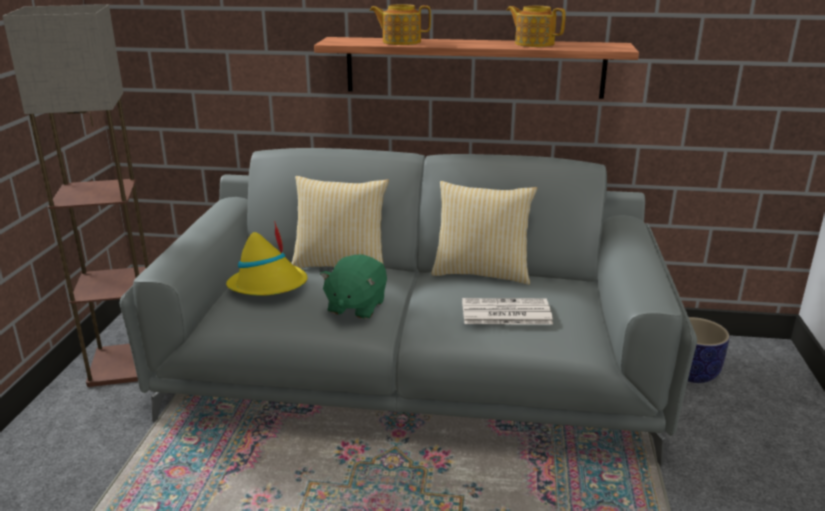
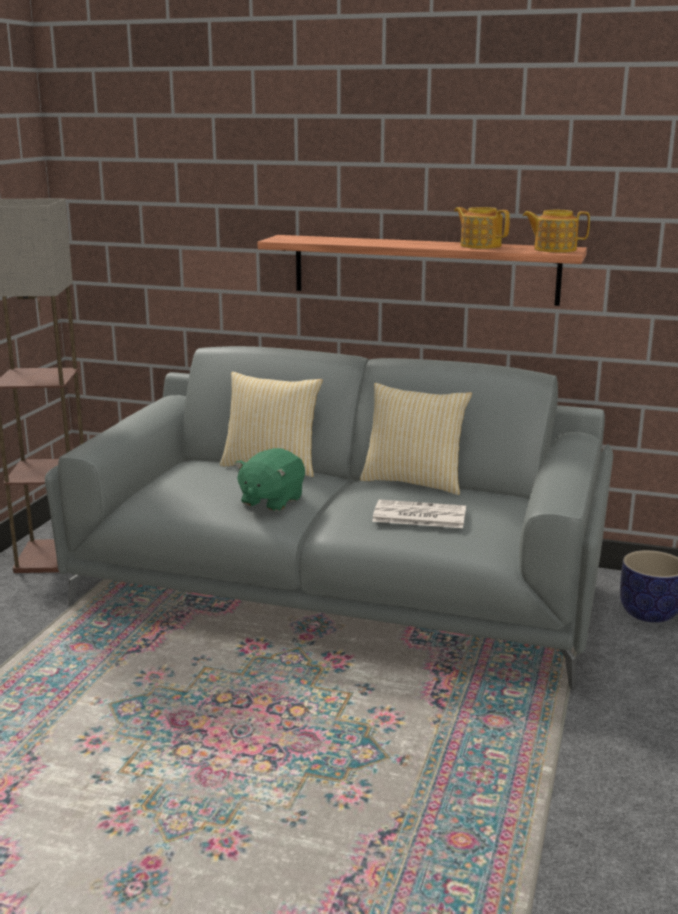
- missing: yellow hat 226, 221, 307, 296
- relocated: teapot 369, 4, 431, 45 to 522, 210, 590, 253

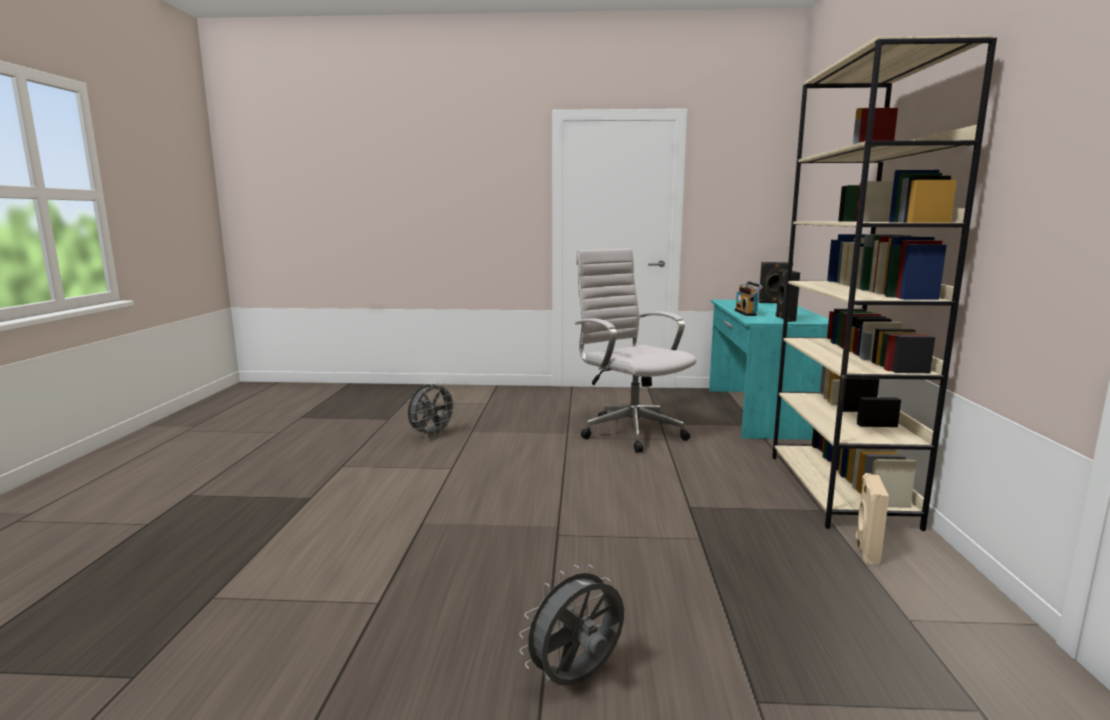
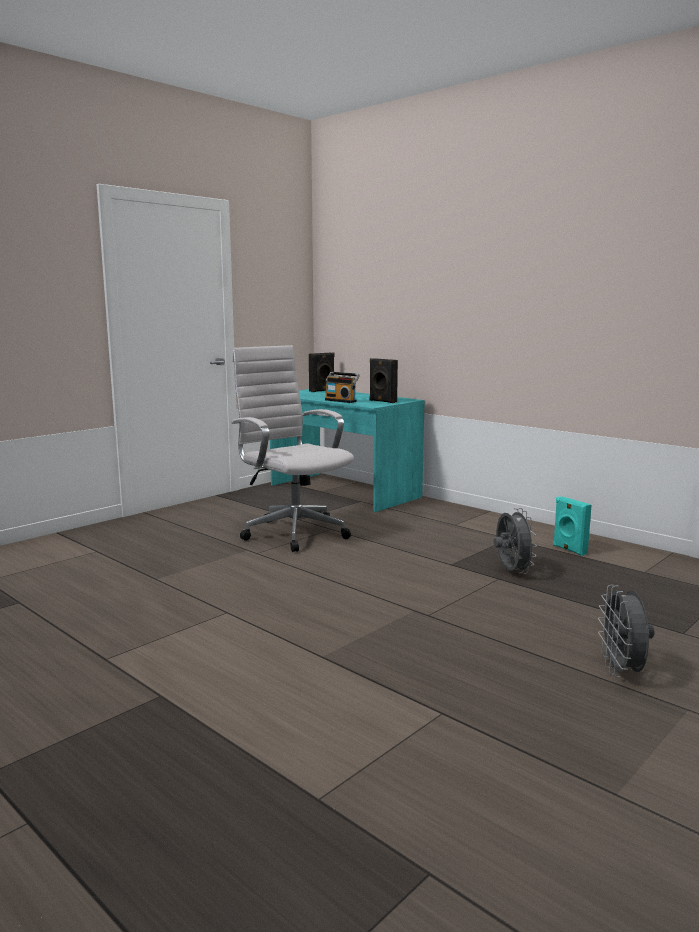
- relocated: grey fan 408, 382, 457, 438 to 494, 508, 537, 574
- spun: white office chair 575, 249, 697, 453 = 232, 345, 354, 552 45 degrees clockwise
- missing: beige bookcase 772, 35, 997, 531
- colour: beige speaker 856, 473, 889, 564 to turquoise speaker 553, 496, 591, 556

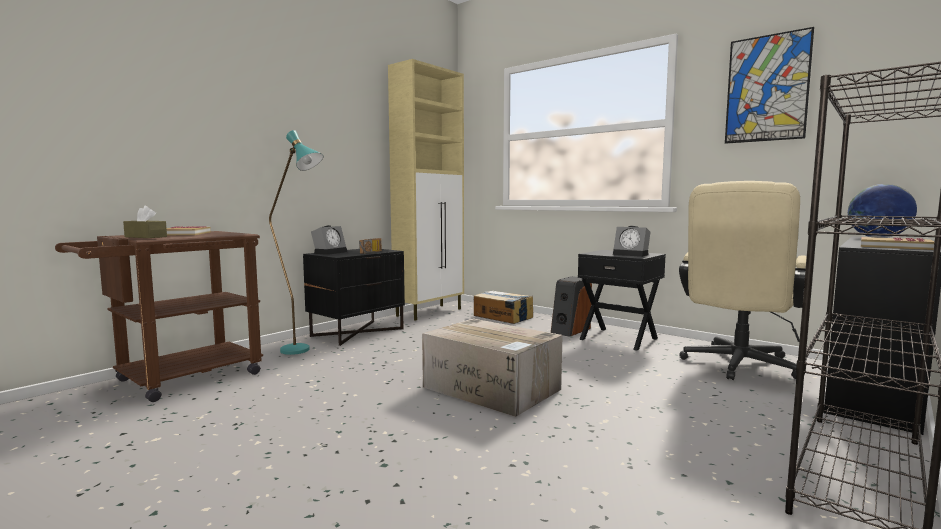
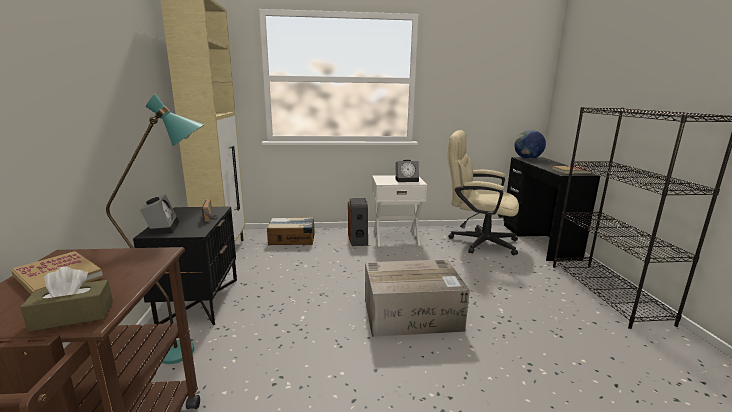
- colour: black nightstand 578, 250, 666, 351 to white nightstand 372, 175, 427, 247
- spun: beige office chair 679, 181, 807, 380 = 448, 130, 519, 255 120 degrees clockwise
- missing: picture 725, 27, 814, 144

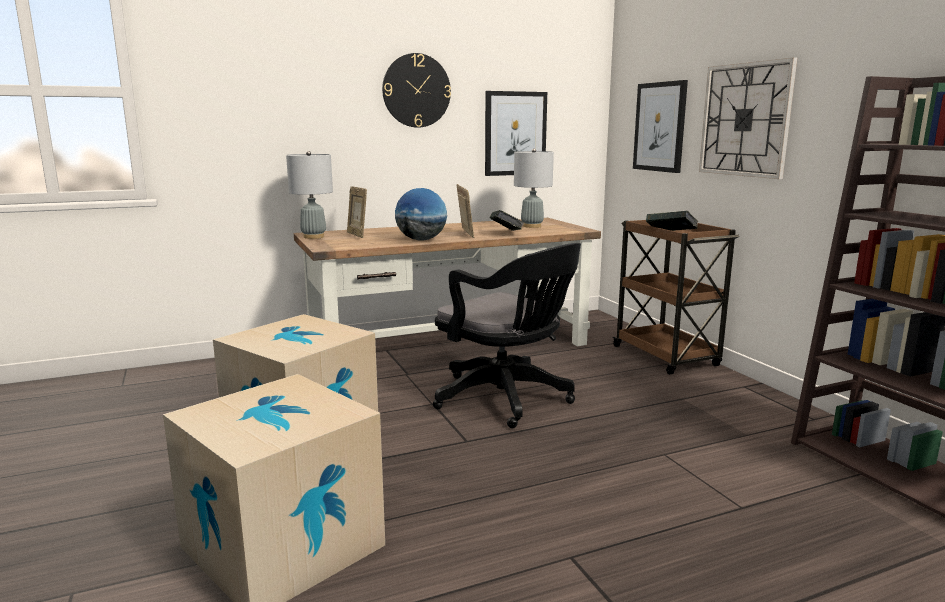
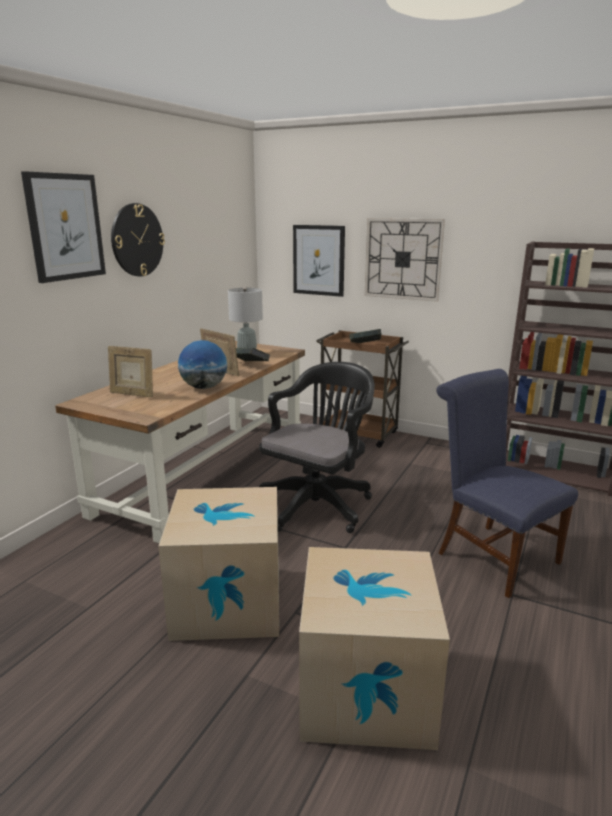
- missing: grey table lamp 286, 151, 333, 239
- spun: black office chair 433, 243, 581, 428 = 259, 362, 375, 533 60 degrees counterclockwise
- relocated: picture 485, 91, 547, 176 to 21, 171, 106, 283
- appeared: blue chair 436, 369, 578, 598

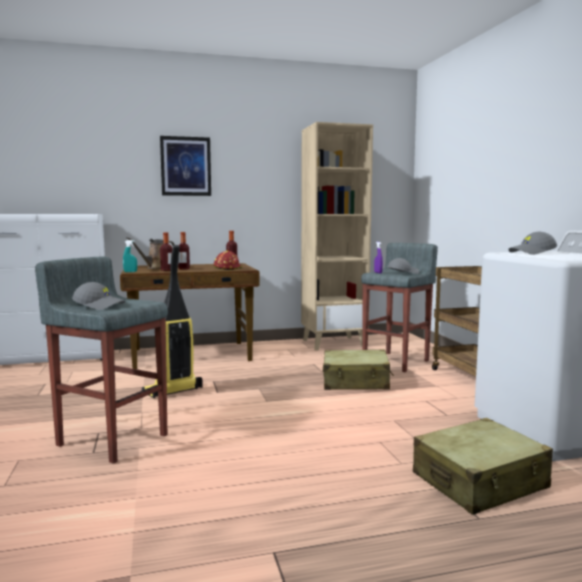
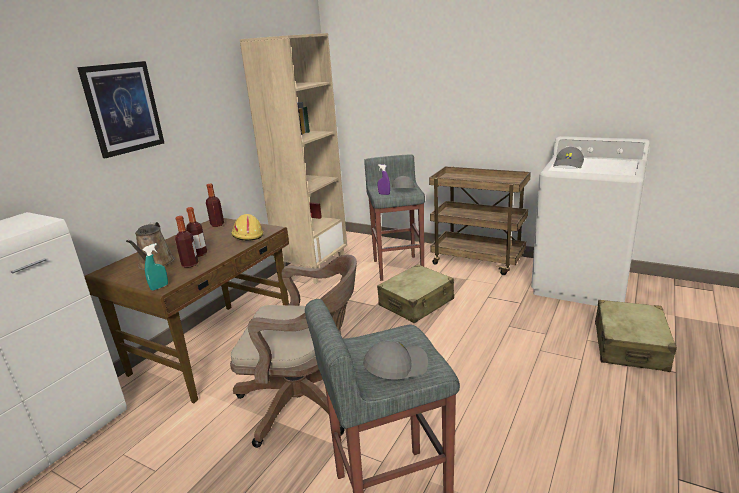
- exchanged: vacuum cleaner 142, 245, 203, 398 to brown office chair 230, 255, 357, 448
- colour: red hard hat 214, 251, 242, 270 to yellow hard hat 232, 214, 263, 241

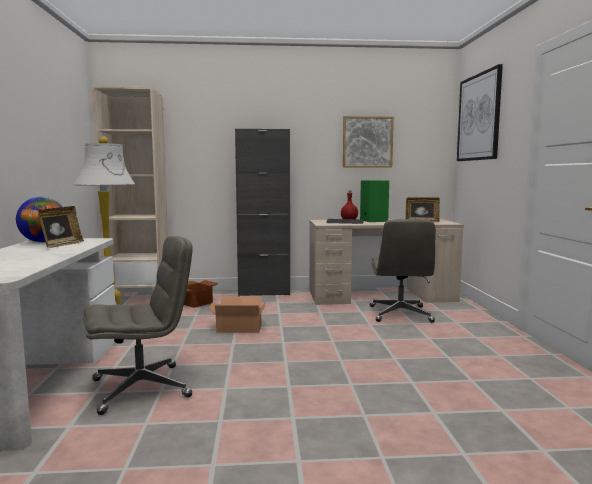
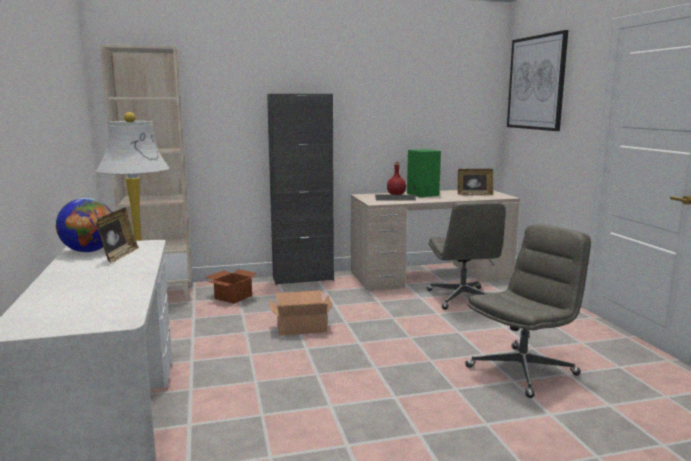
- relocated: grey office chair 83, 236, 193, 415 to 465, 224, 591, 398
- missing: picture 343, 116, 394, 168

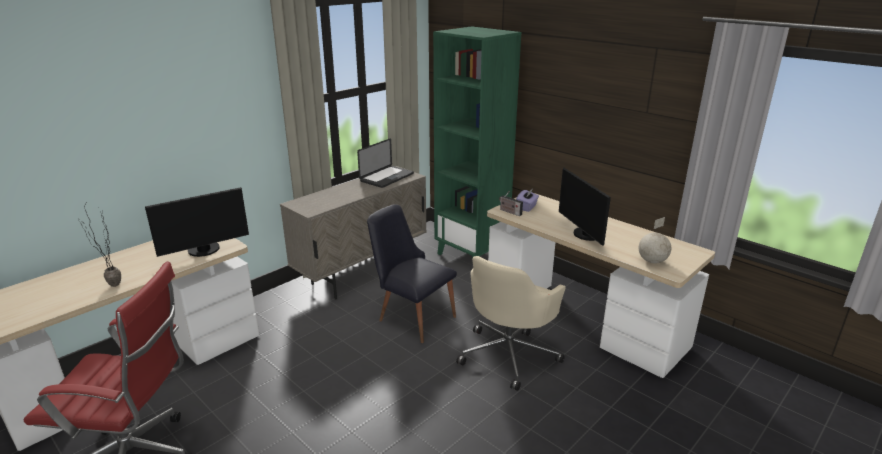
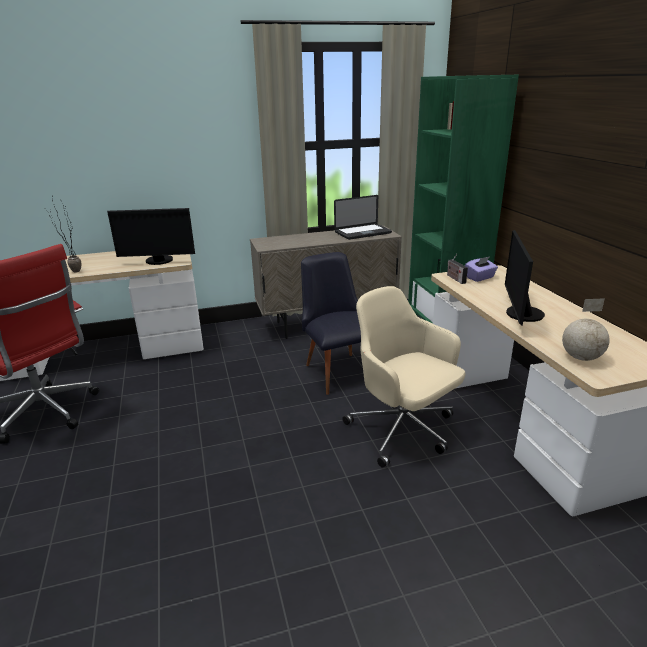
- spun: beige office chair 456, 256, 566, 391 = 342, 286, 465, 468 75 degrees clockwise

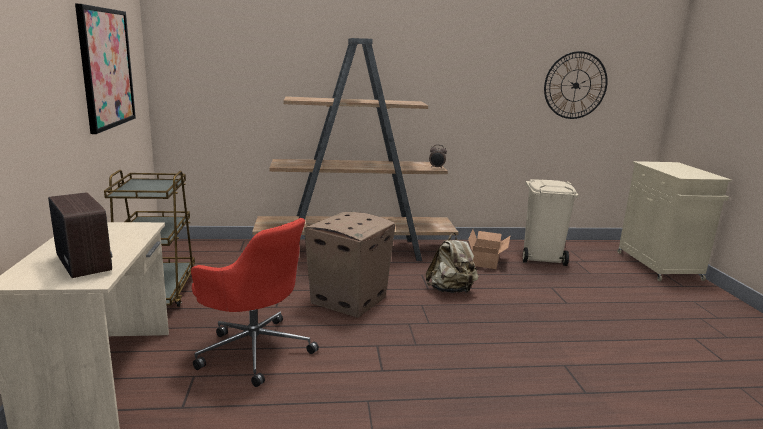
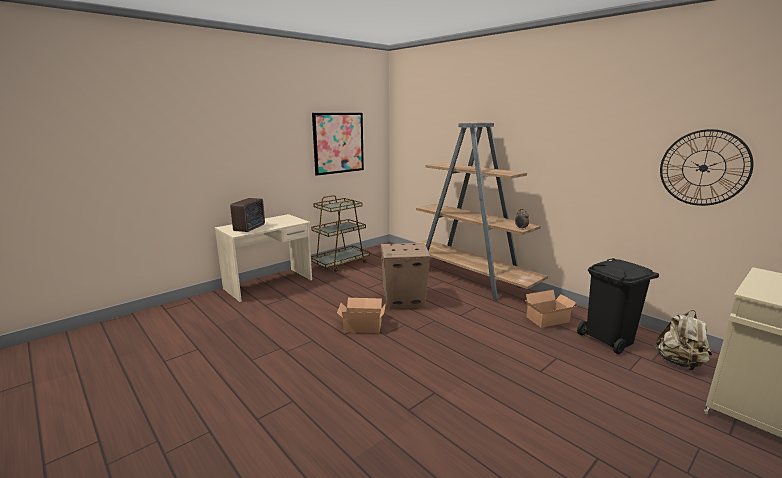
- missing: red office chair 191, 218, 319, 387
- relocated: beige backpack 426, 233, 479, 293 to 654, 310, 712, 370
- colour: beige trash can 523, 179, 579, 266 to black trash can 577, 258, 659, 354
- appeared: cardboard box 337, 298, 386, 333

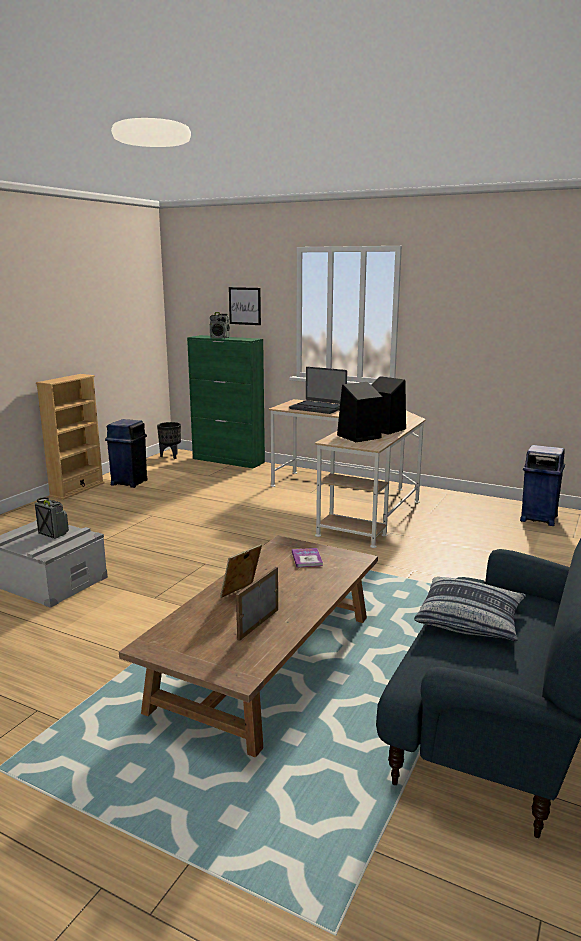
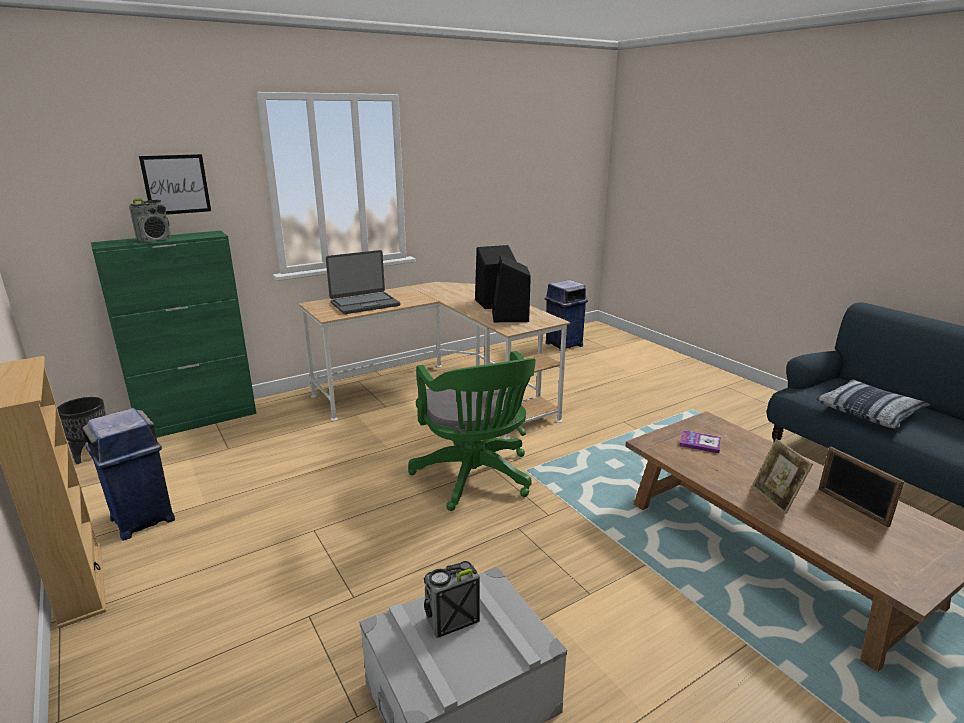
- appeared: green office chair 408, 351, 536, 511

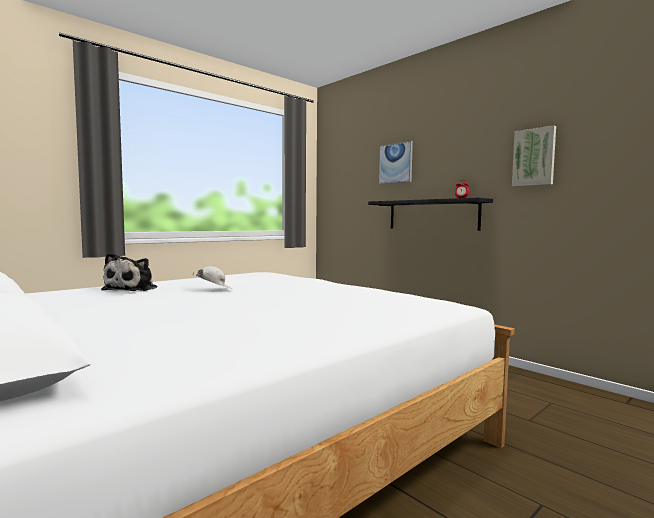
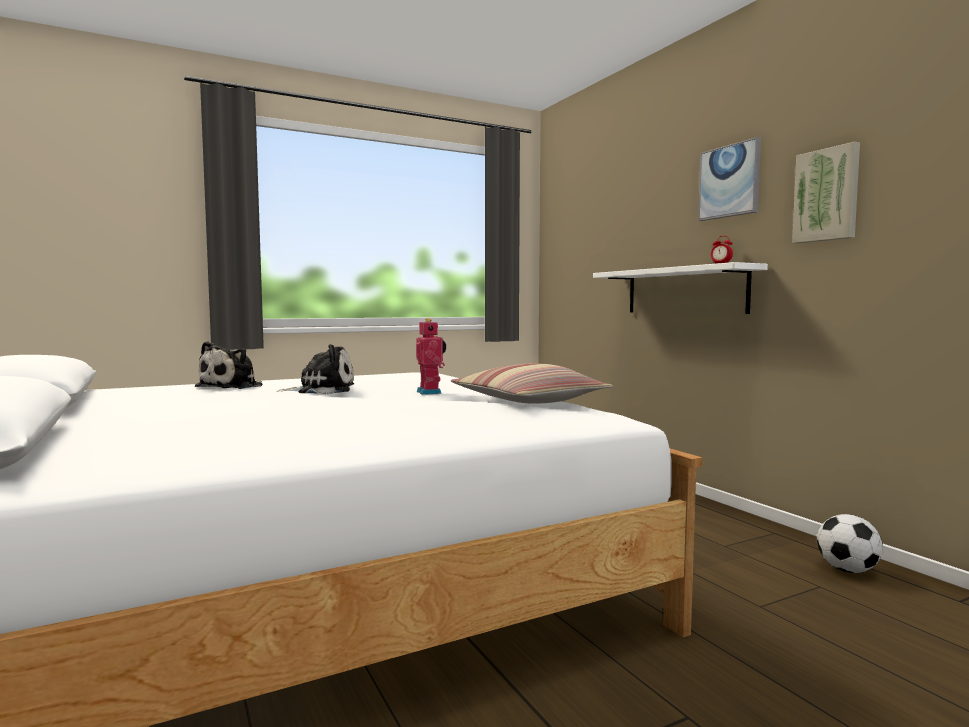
- exchanged: white cap 192, 266, 232, 289 to plush toy 279, 344, 354, 394
- colour: black shelf 368, 198, 493, 231 to white shelf 593, 262, 768, 314
- relocated: picture 379, 141, 413, 184 to 698, 137, 761, 221
- appeared: toy robot 416, 318, 446, 395
- appeared: pillow 451, 363, 613, 404
- appeared: football 817, 514, 883, 573

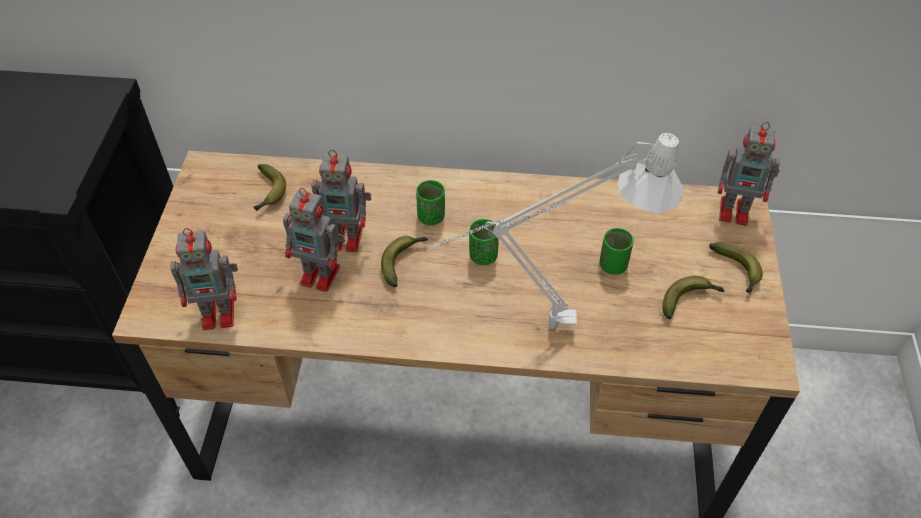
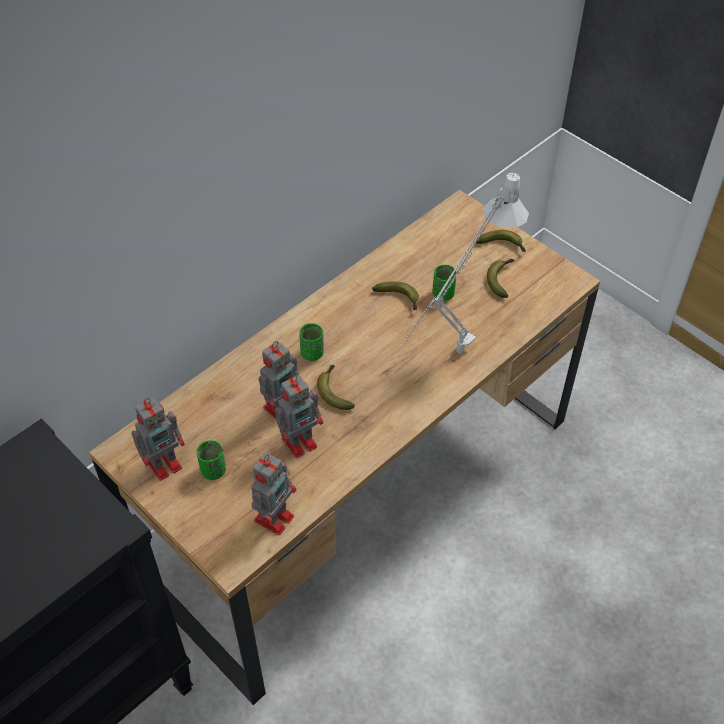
- relocated: banana 254, 164, 286, 211 to 372, 281, 419, 311
- relocated: green cup 469, 219, 499, 265 to 196, 440, 226, 480
- relocated: toy robot 718, 122, 780, 226 to 131, 397, 185, 481

